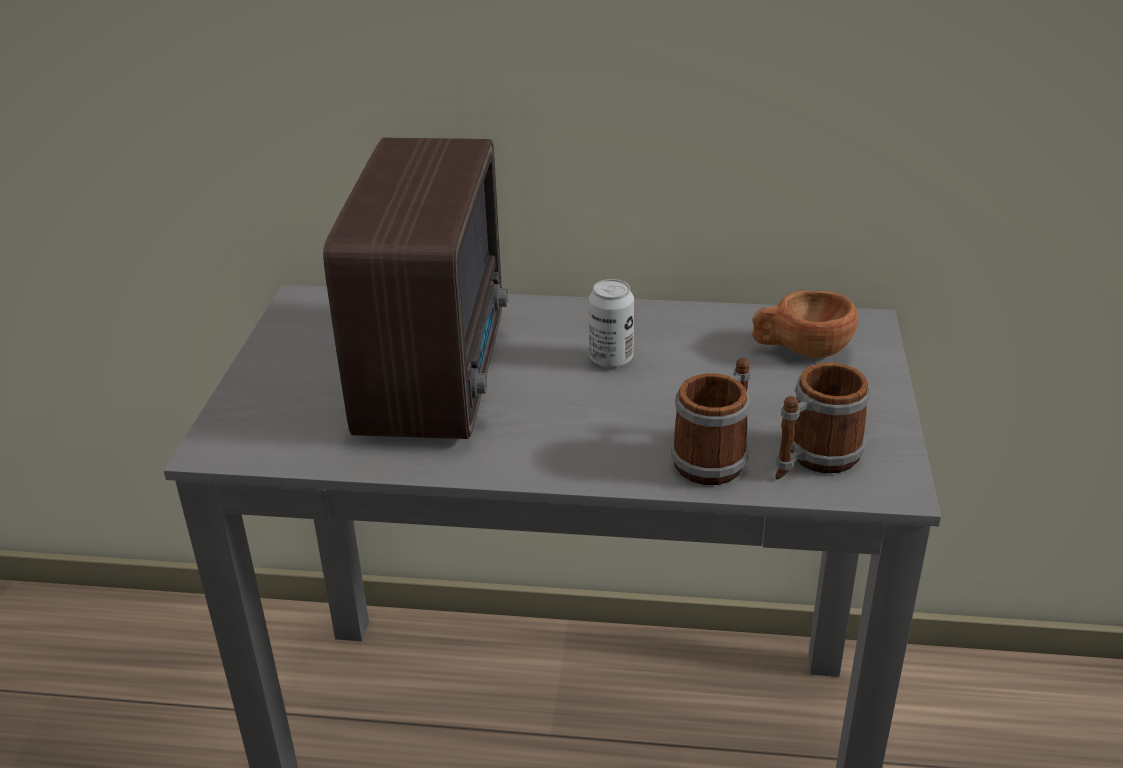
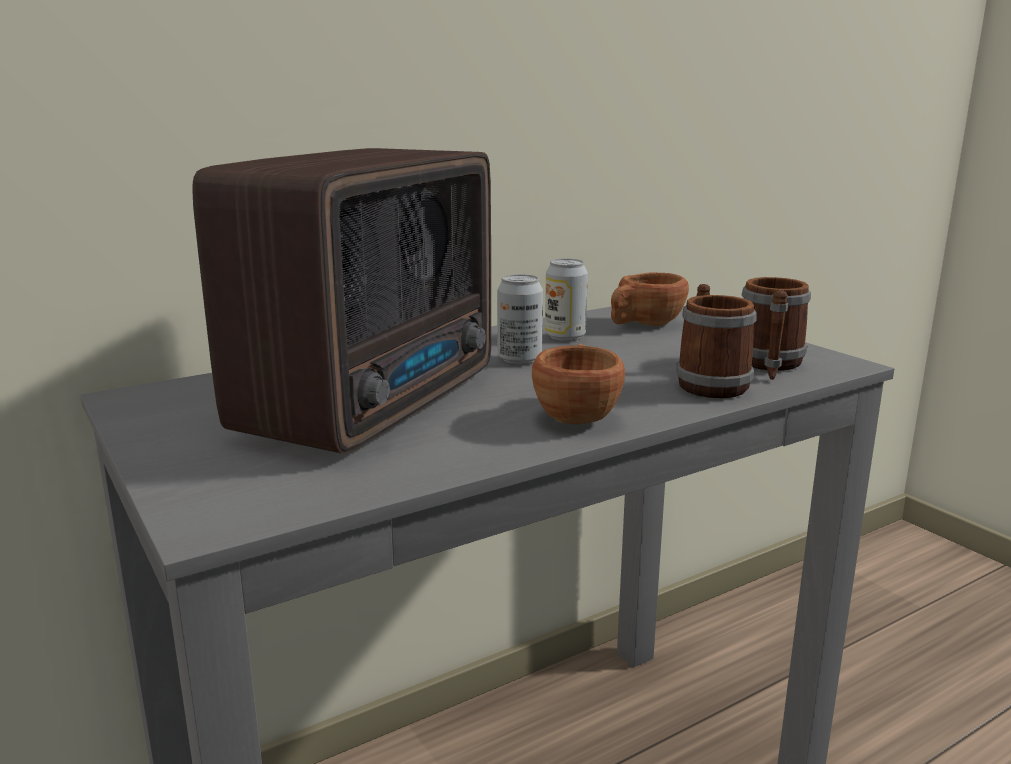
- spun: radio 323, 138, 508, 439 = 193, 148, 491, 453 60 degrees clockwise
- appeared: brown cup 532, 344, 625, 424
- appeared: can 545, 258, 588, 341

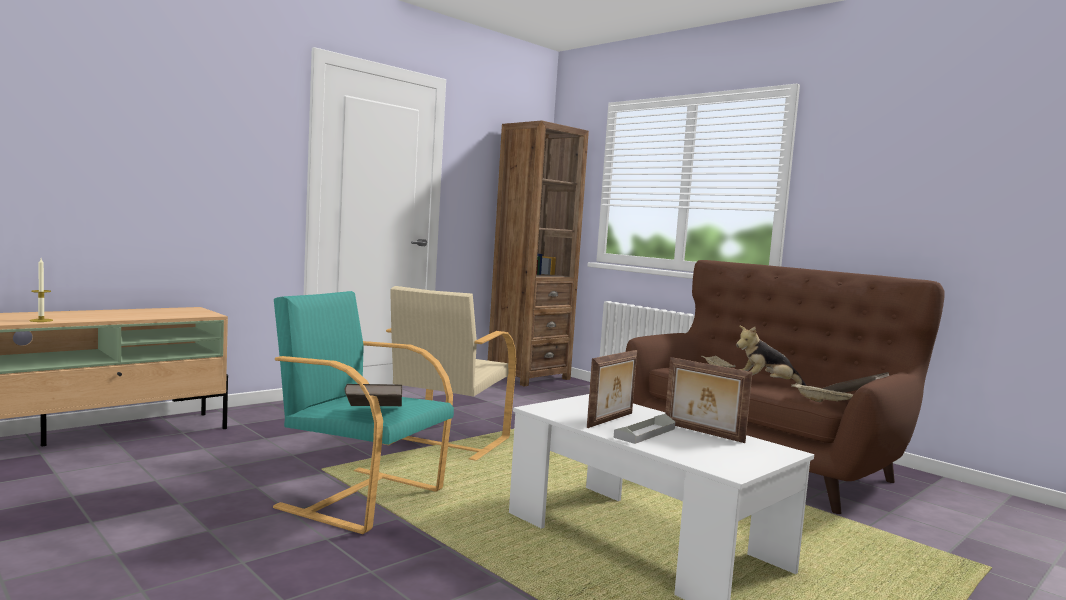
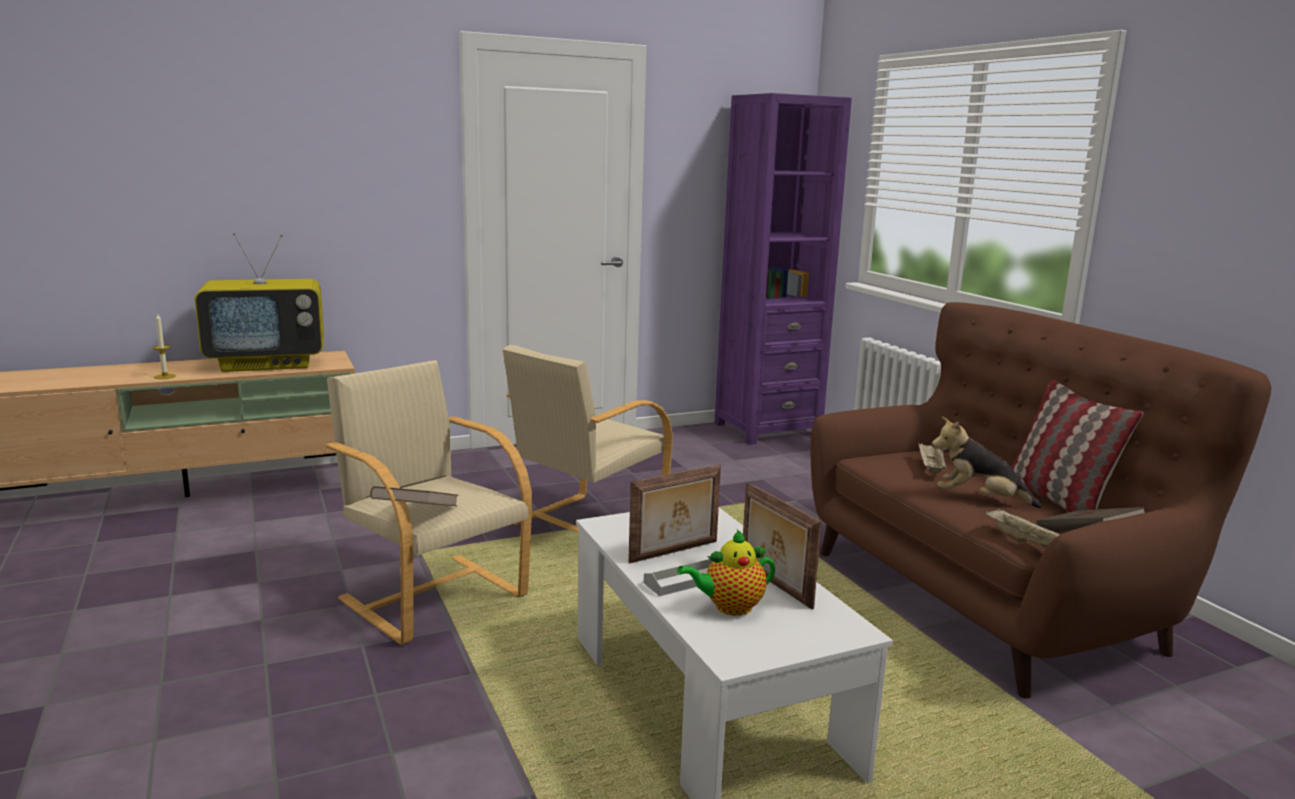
- colour: turquoise armchair 273, 291, 454, 534 to beige armchair 326, 360, 532, 645
- colour: brown bookcase 488, 120, 589, 386 to purple bookcase 714, 93, 852, 445
- appeared: television 195, 233, 324, 372
- appeared: teapot 677, 530, 775, 616
- appeared: pillow 1012, 380, 1143, 512

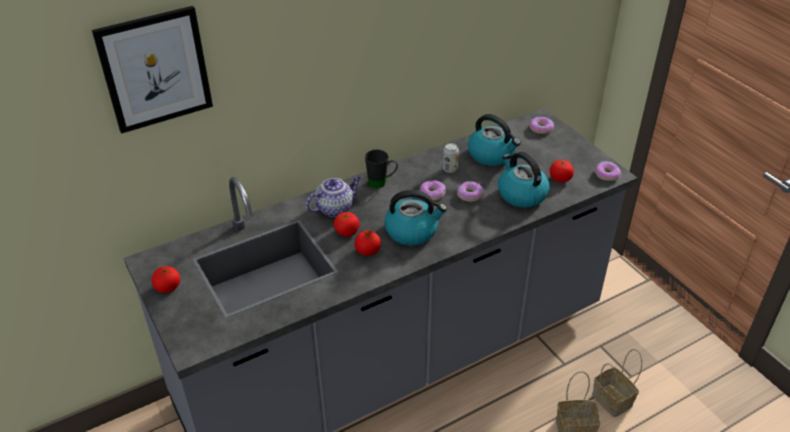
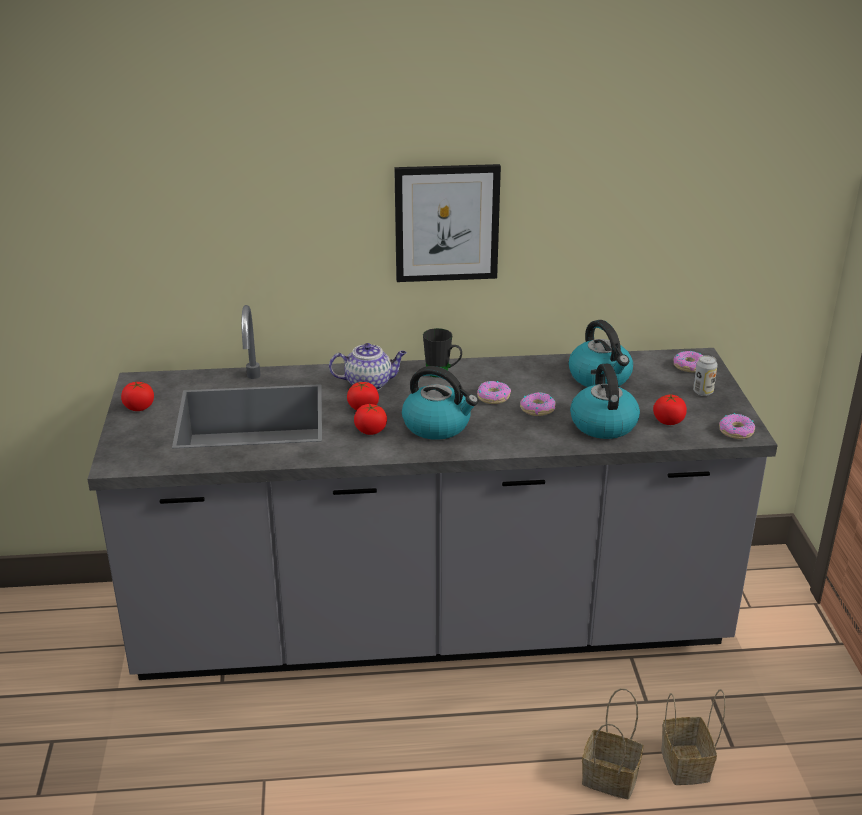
- relocated: picture 92, 6, 213, 134 to 394, 164, 501, 282
- relocated: can 443, 143, 459, 173 to 693, 355, 718, 396

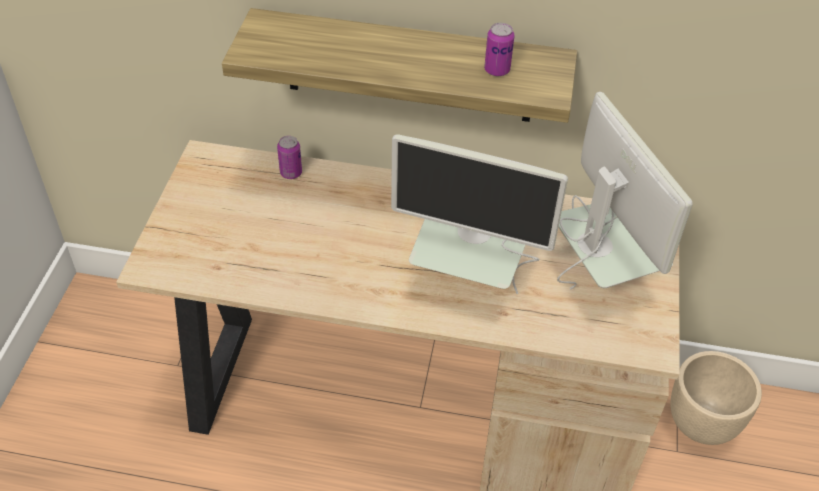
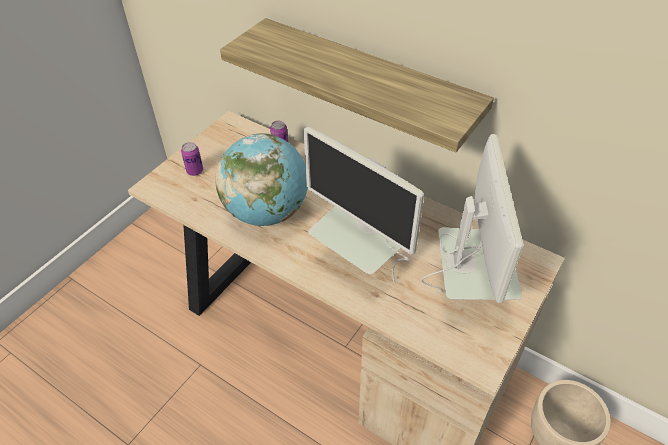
- relocated: can 484, 23, 515, 76 to 181, 142, 203, 176
- appeared: globe 215, 134, 308, 226

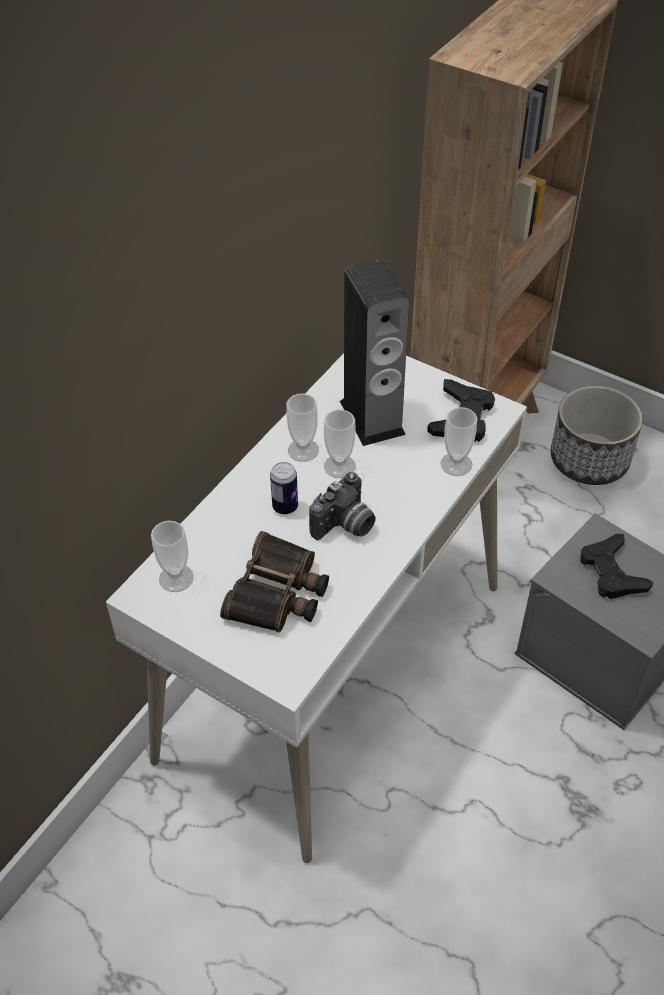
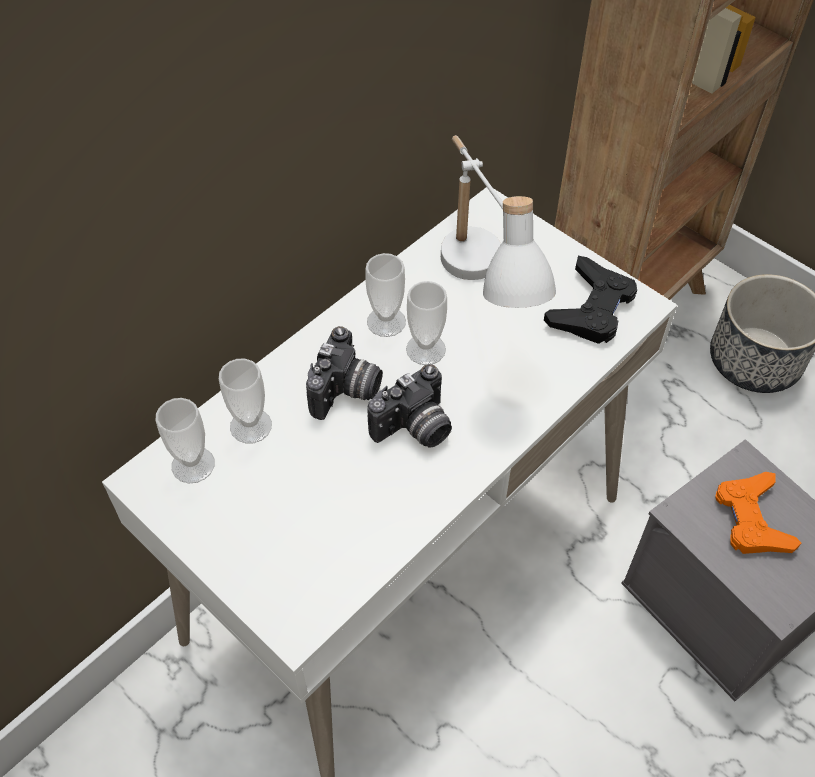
- missing: binoculars 220, 531, 329, 633
- exchanged: can 270, 462, 298, 514 to photo camera 306, 326, 383, 420
- exchanged: speaker 340, 260, 409, 446 to white table lamp 441, 135, 556, 308
- relocated: cup 441, 407, 477, 476 to 219, 359, 272, 444
- colour: black game controller 580, 534, 653, 599 to orange game controller 715, 472, 801, 554

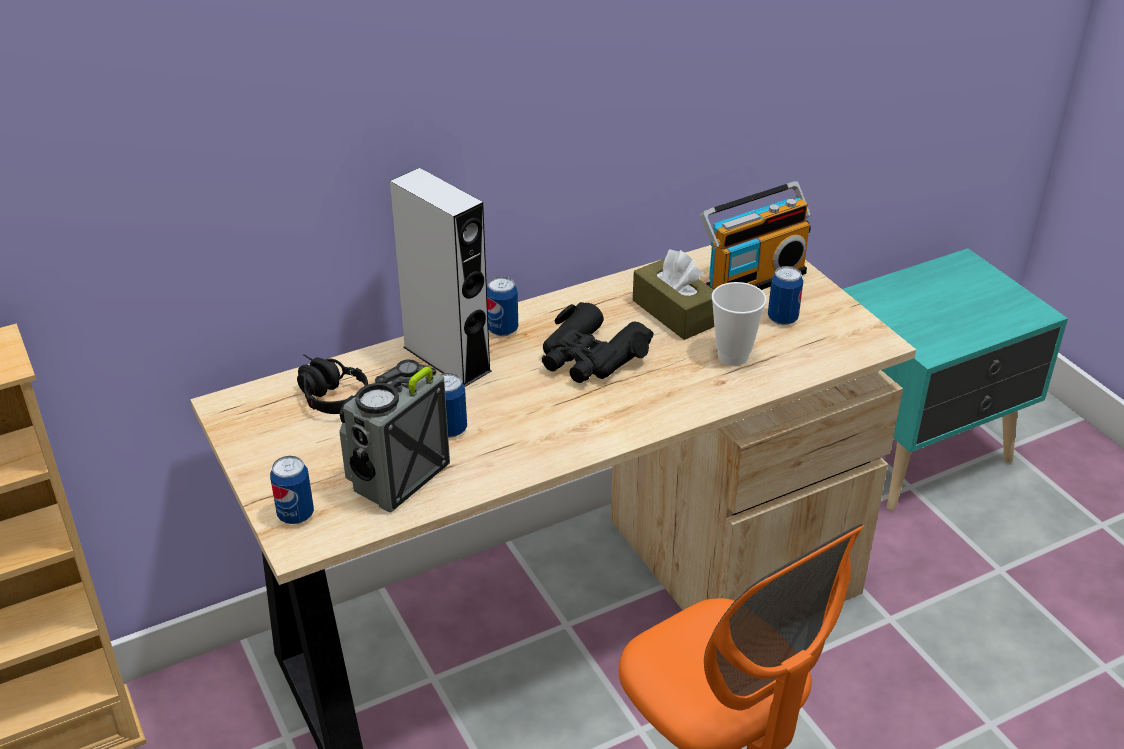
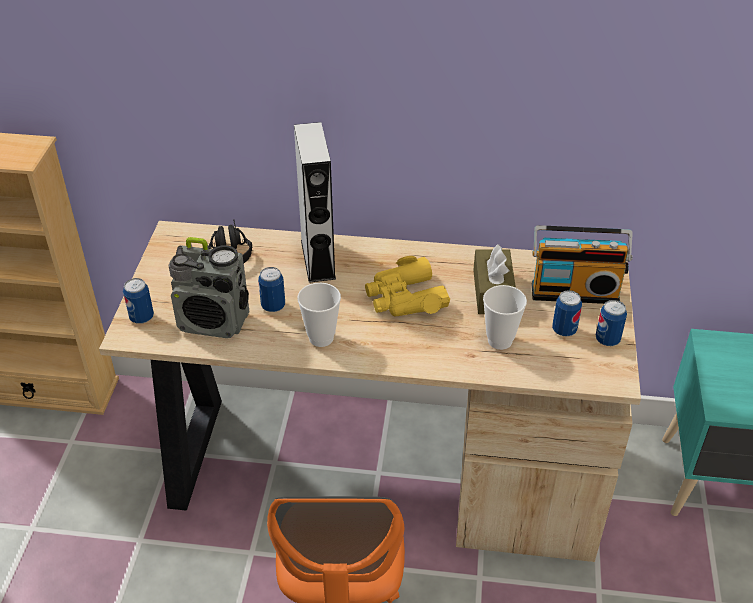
- spun: radio 339, 360, 450, 513 = 169, 237, 249, 338 150 degrees counterclockwise
- relocated: can 487, 277, 518, 336 to 596, 300, 627, 346
- colour: black binoculars 542, 302, 654, 383 to yellow binoculars 365, 256, 450, 316
- appeared: cup 297, 283, 341, 347

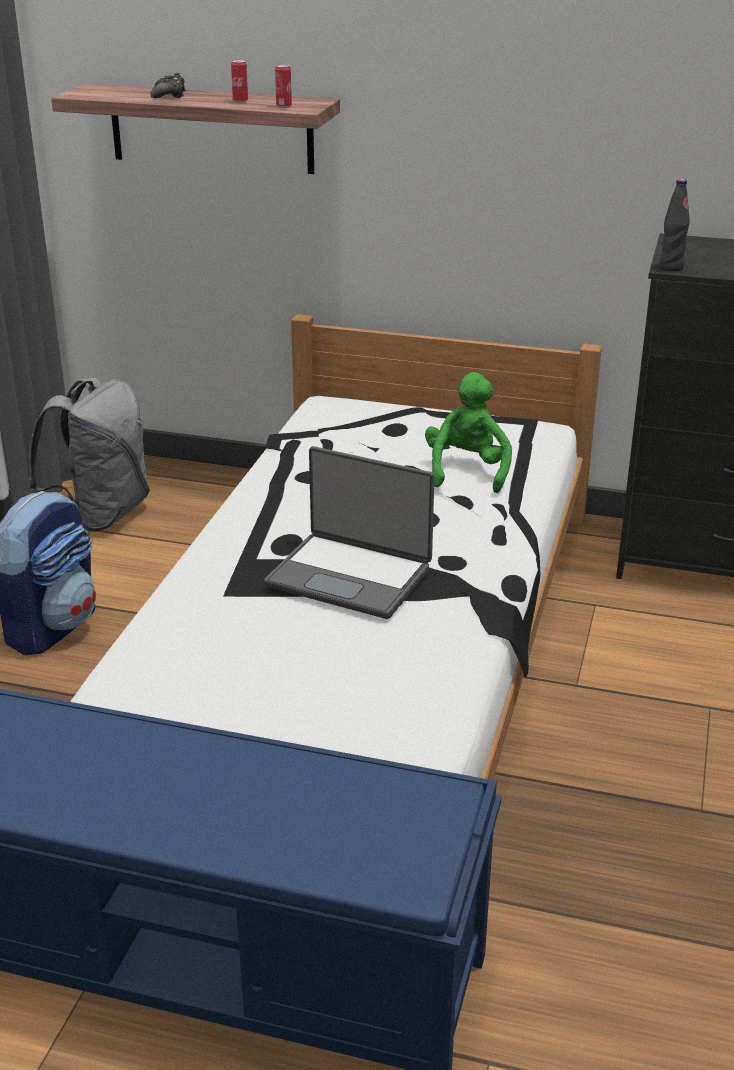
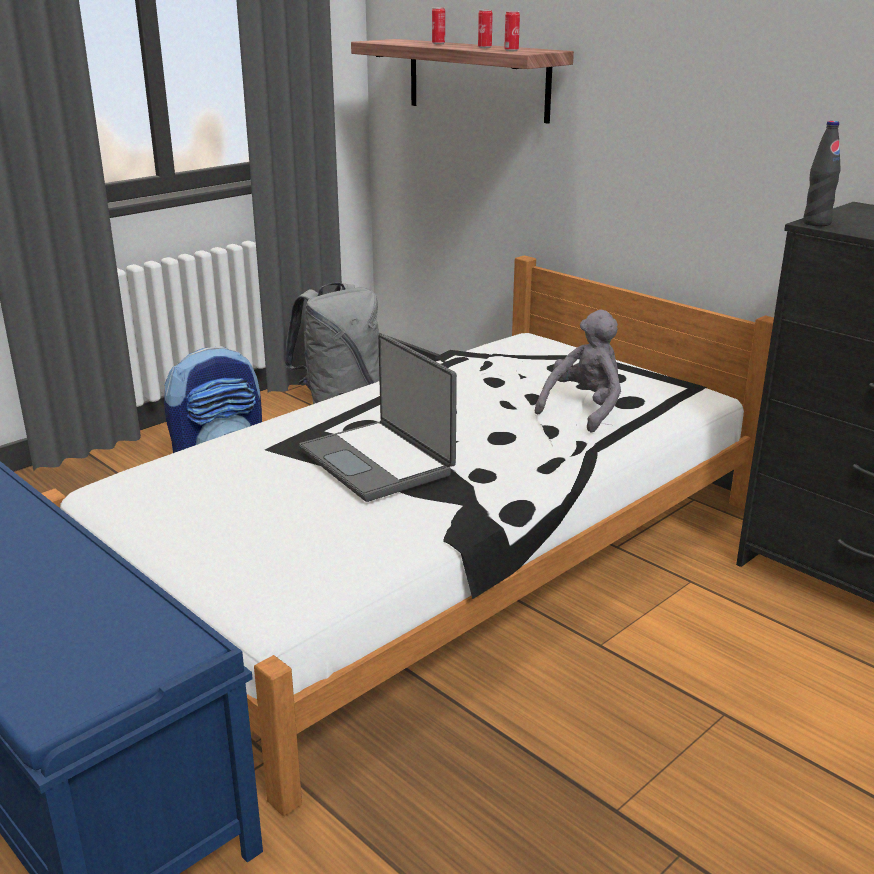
- exchanged: black game controller 150, 73, 186, 98 to can 432, 8, 445, 44
- colour: green plush toy 425, 372, 512, 493 to grey plush toy 535, 310, 621, 433

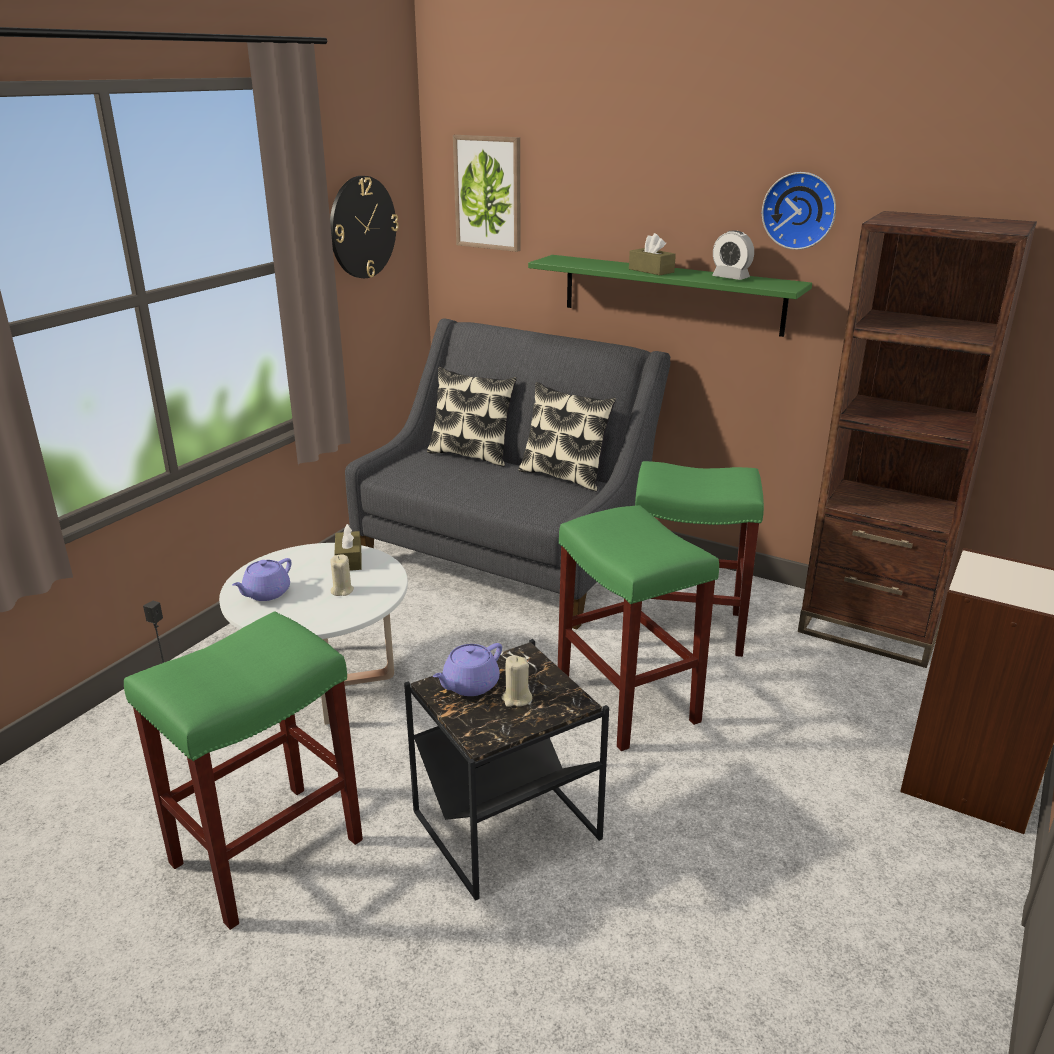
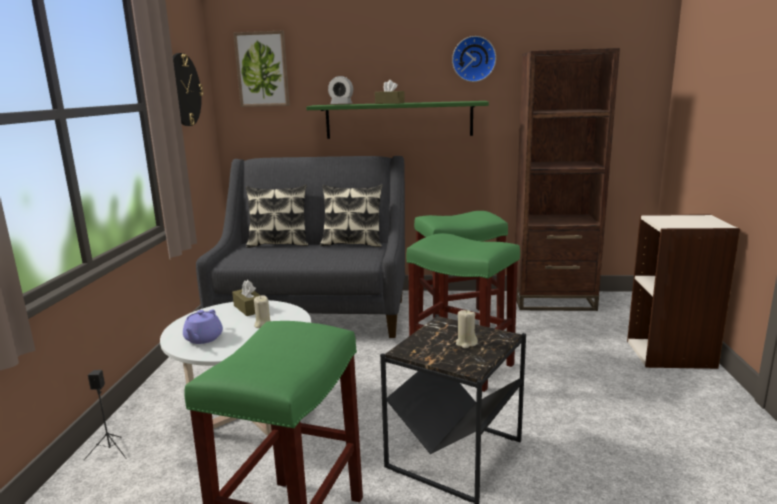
- missing: purple teapot 433, 643, 502, 696
- relocated: alarm clock 712, 231, 754, 280 to 328, 76, 353, 104

